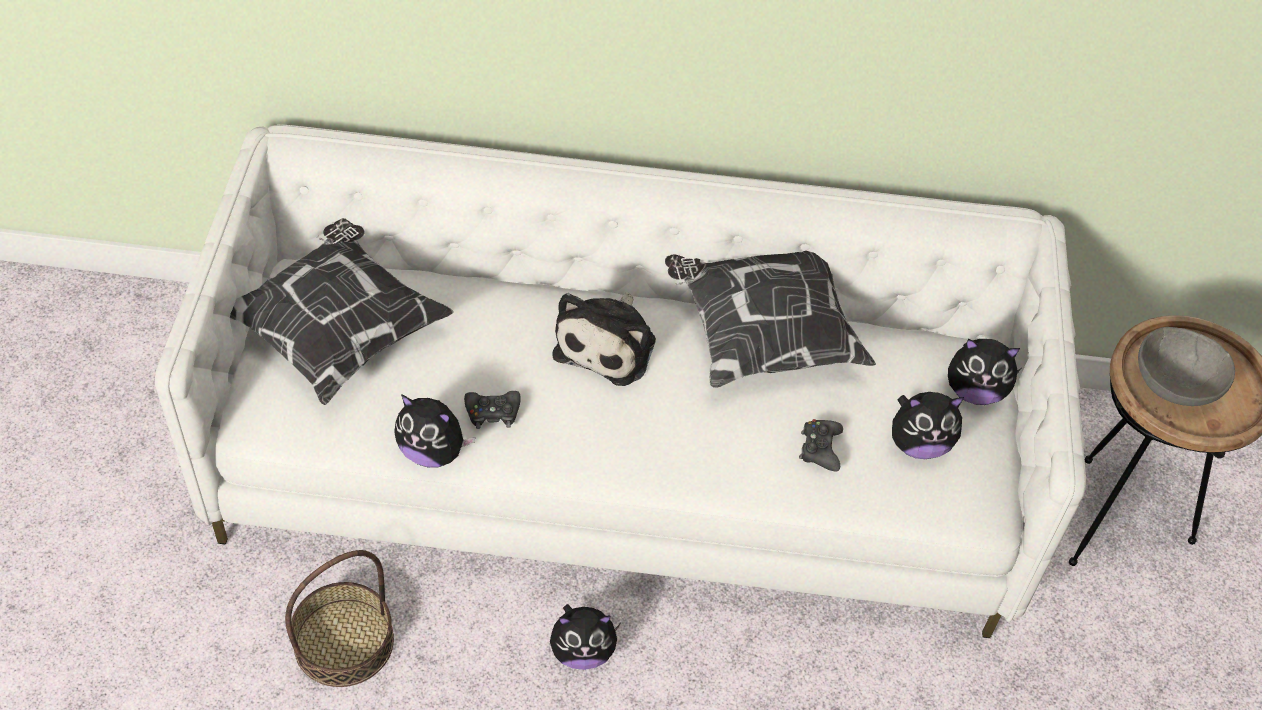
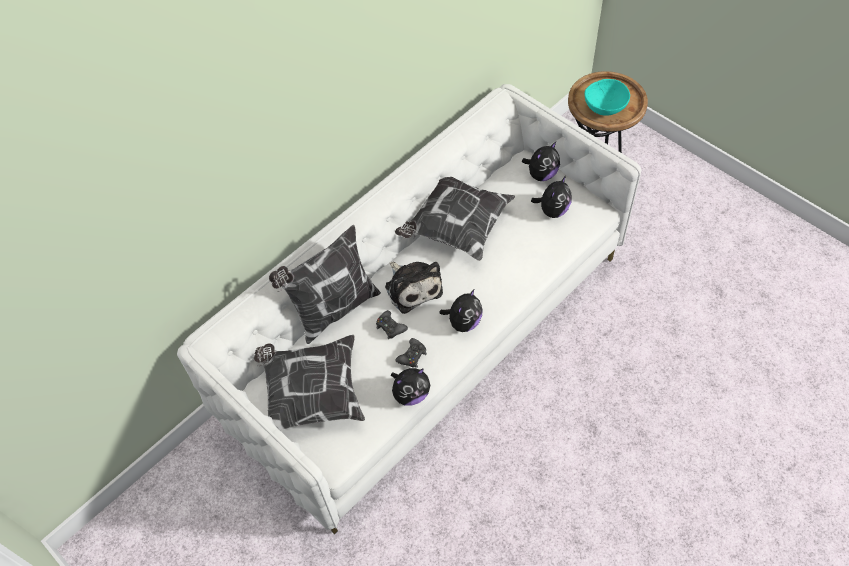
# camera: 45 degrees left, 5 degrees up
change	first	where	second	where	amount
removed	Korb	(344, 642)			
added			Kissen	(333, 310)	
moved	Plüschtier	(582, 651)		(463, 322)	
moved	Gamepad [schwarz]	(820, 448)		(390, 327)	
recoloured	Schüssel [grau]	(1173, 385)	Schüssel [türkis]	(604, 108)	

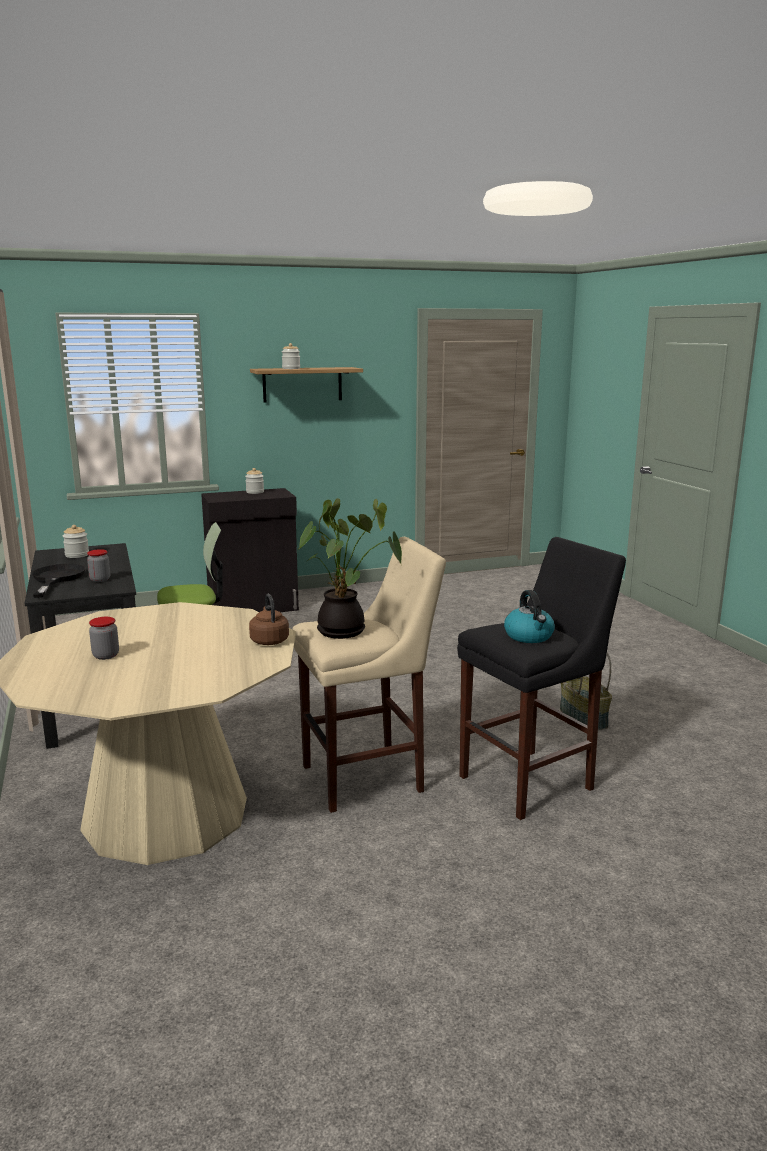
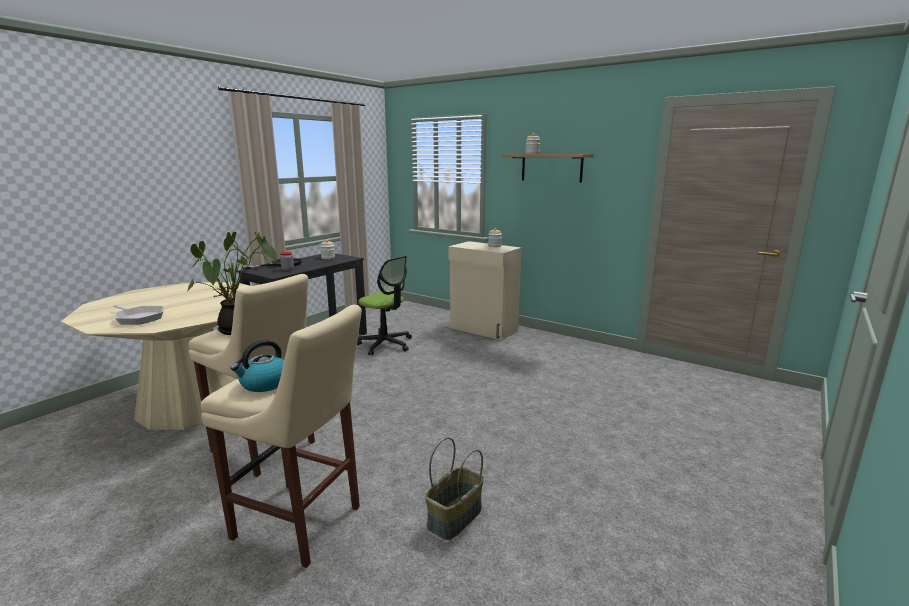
# camera: 55 degrees right, 0 degrees up
change	first	where	second	where	amount
removed	Vorratsglas	(106, 655)			
removed	Wasserkessel [braun]	(269, 640)			
added			Pfanne	(139, 318)	
recoloured	Schrank [schwarz]	(254, 608)	Schrank [beige]	(483, 329)	
recoloured	Hocker [schwarz]	(531, 781)	Hocker [beige]	(302, 524)	

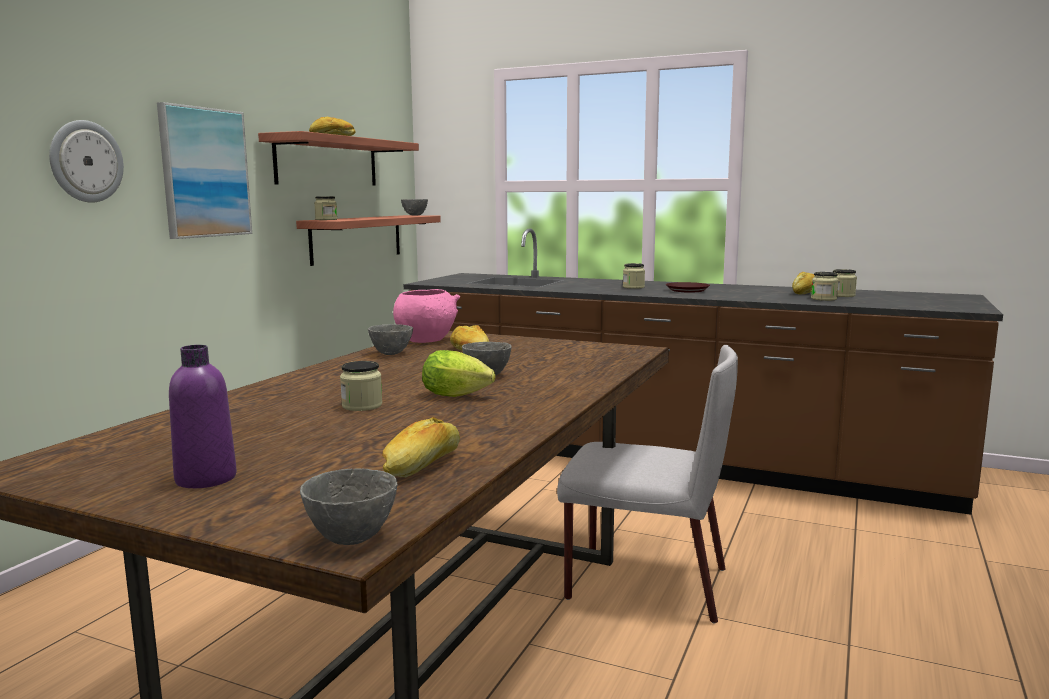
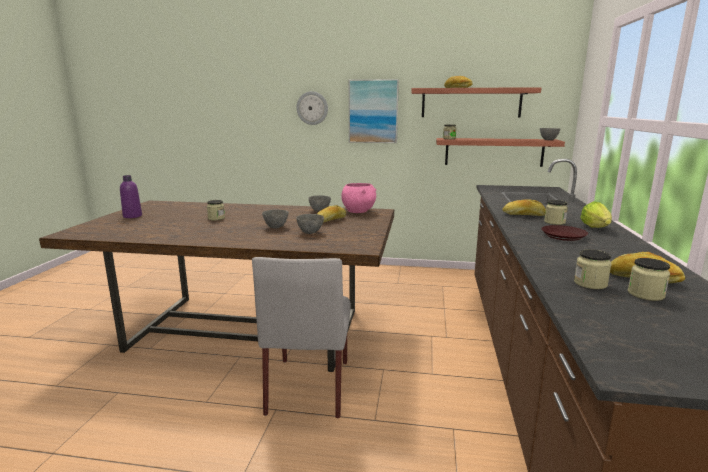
# camera: 75 degrees right, 5 degrees up
change	first	where	second	where	amount
moved	Schüssel [grau]	(350, 537)		(310, 232)	
moved	Brot	(422, 465)		(523, 215)	
moved	Salatkopf	(460, 396)		(596, 228)	

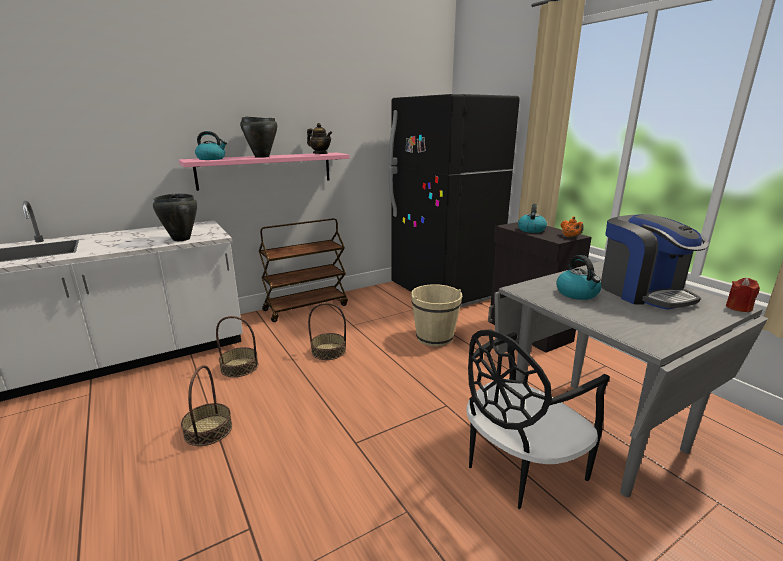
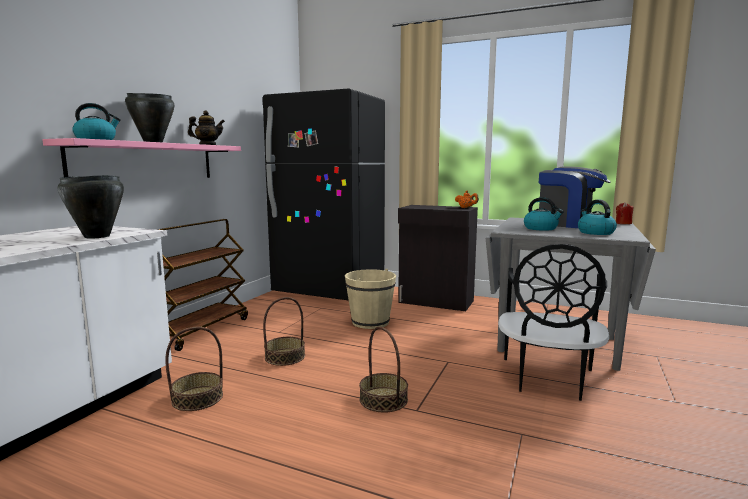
# camera: 35 degrees left, 10 degrees down
change	first	where	second	where	amount
moved	Korb	(208, 430)		(383, 399)	
moved	Wasserkessel	(531, 230)		(595, 232)	

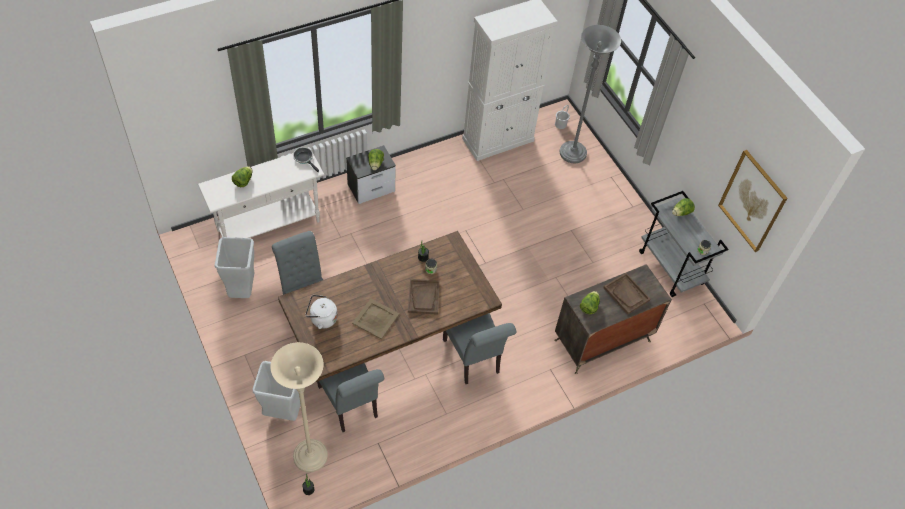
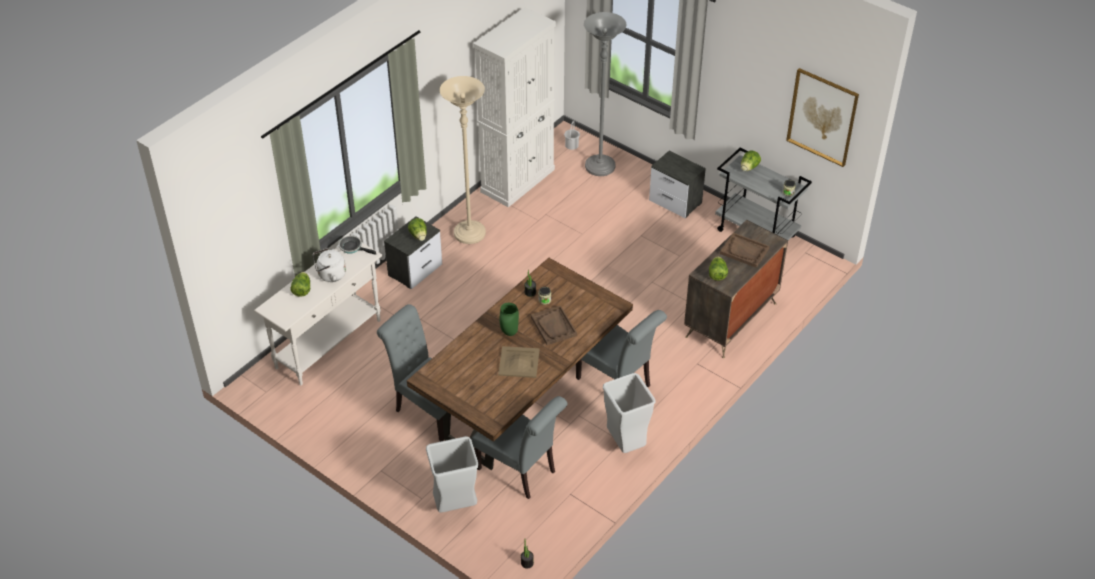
# camera: 20 degrees left, 10 degrees down
change	first	where	second	where	amount
added			Vase [grün]	(510, 333)	
added			Nachttisch	(676, 202)	
moved	Mülleimer [grau]	(242, 290)		(625, 444)	
moved	Stehlampe [beige]	(310, 456)		(469, 234)	
moved	Wasserkessel [weiß]	(322, 319)		(330, 275)	

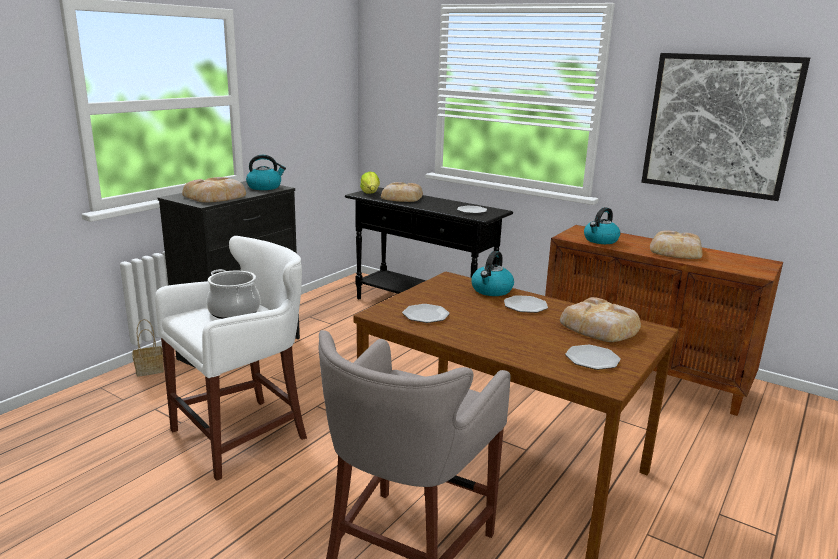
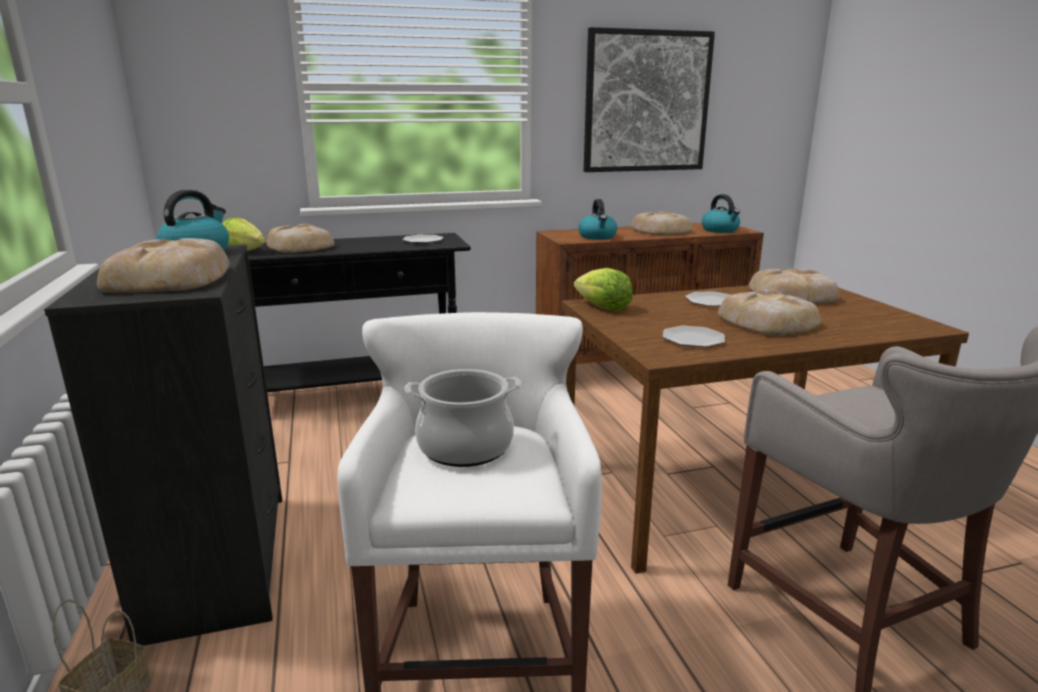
# camera: 50 degrees left, 0 degrees up
change	first	where	second	where	amount
removed	Teller	(592, 359)			
added			Salatkopf	(602, 307)	
added			Brot	(768, 322)	
moved	Wasserkessel	(491, 290)		(720, 230)	

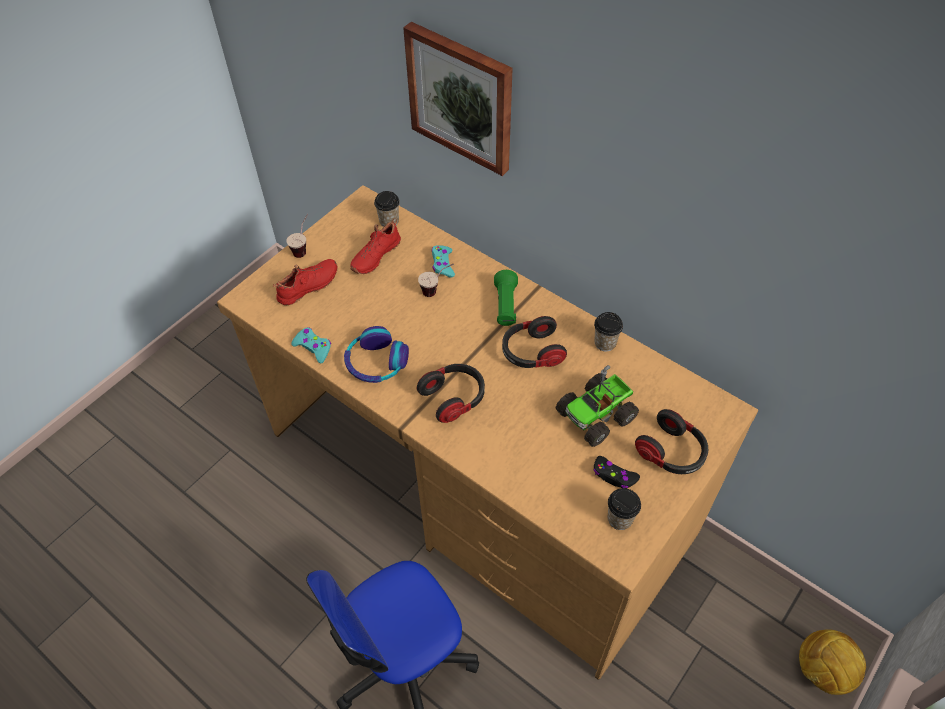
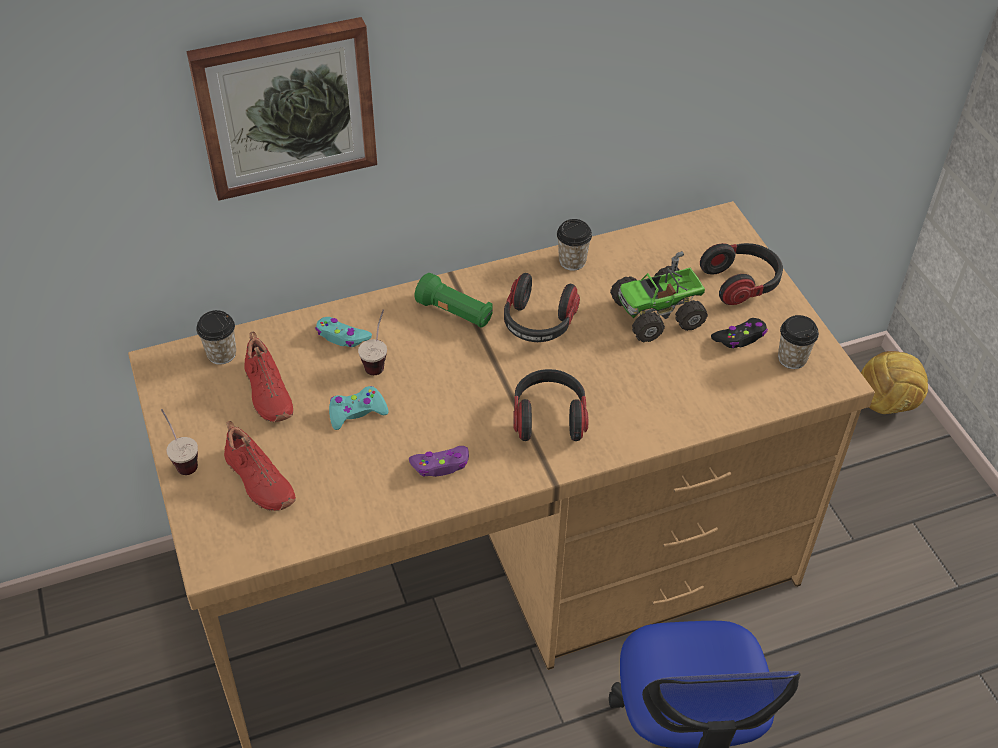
# camera: 60 degrees left, 5 degrees down
change	first	where	second	where	amount
moved	Gamepad [türkis]	(313, 347)		(356, 412)	
replaced	Kopfhörer	(376, 363)	Gamepad [lila]	(441, 465)	
turned	Schuh [rot]	(309, 287)		(258, 481)	150 degrees clockwise
turned	Spielzeuglaster	(597, 415)		(658, 313)	75 degrees clockwise

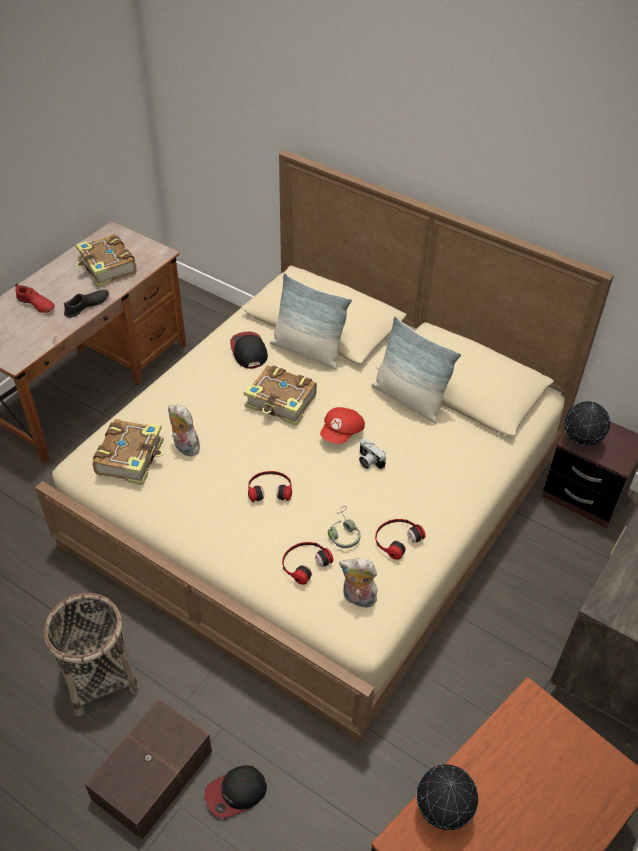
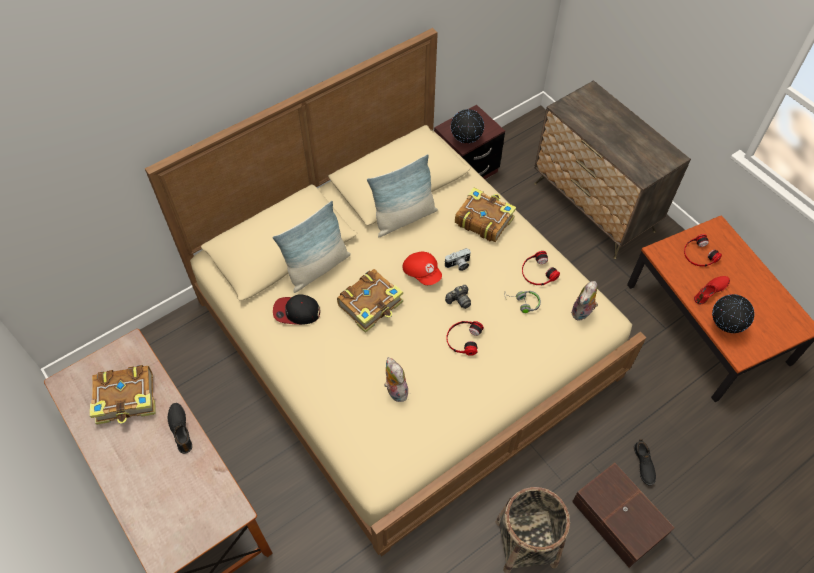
# camera: 70 degrees left, 10 degrees up
change	first	where	second	where	amount
added			Kamera	(459, 300)	
moved	Schuh [rot]	(36, 304)		(711, 291)	
moved	Buch	(131, 457)		(483, 220)	
moved	Kopfhörer	(304, 563)		(699, 254)	
replaced	Kappe	(236, 793)	Schuh [schwarz]	(643, 464)	
turned	Plüschtier	(184, 447)		(395, 390)	90 degrees clockwise

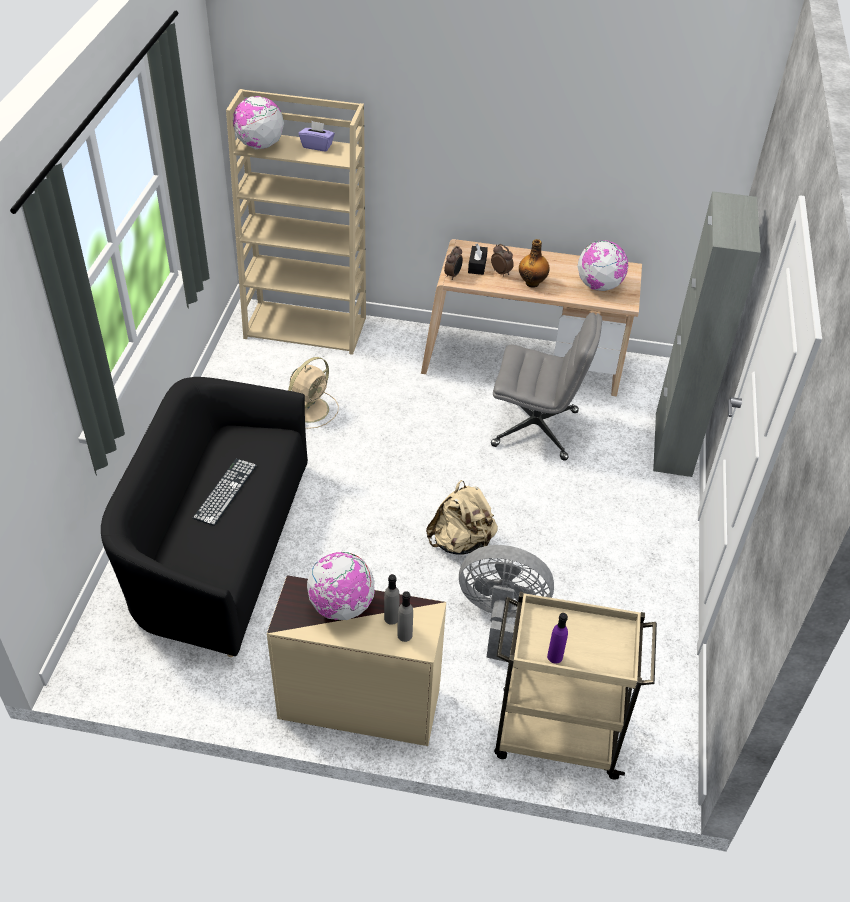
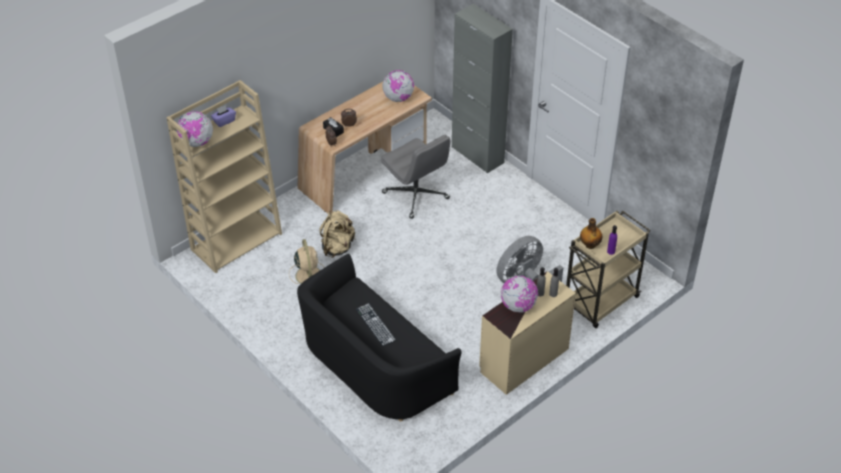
# camera: 50 degrees left, 0 degrees up
change	first	where	second	where	amount
moved	Rucksack [beige]	(461, 542)		(337, 247)	
moved	Flasche	(532, 283)		(590, 245)	
turned	Bürostuhl [grau]	(536, 428)		(416, 196)	90 degrees clockwise

